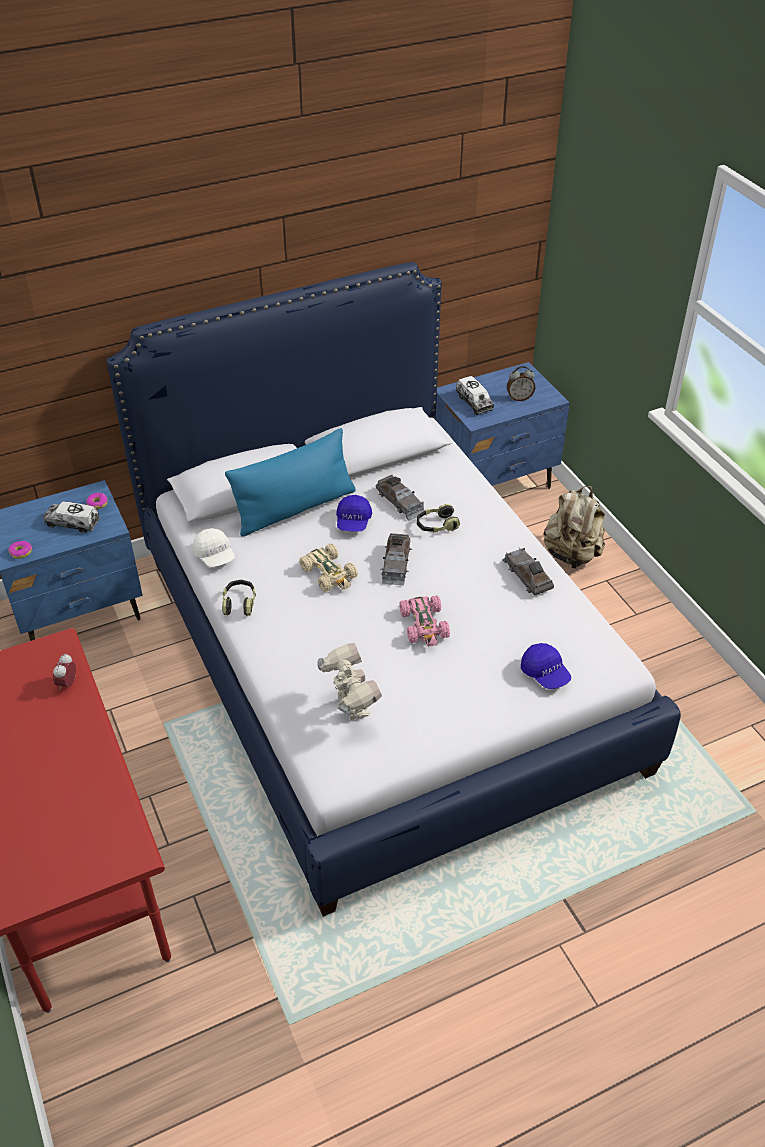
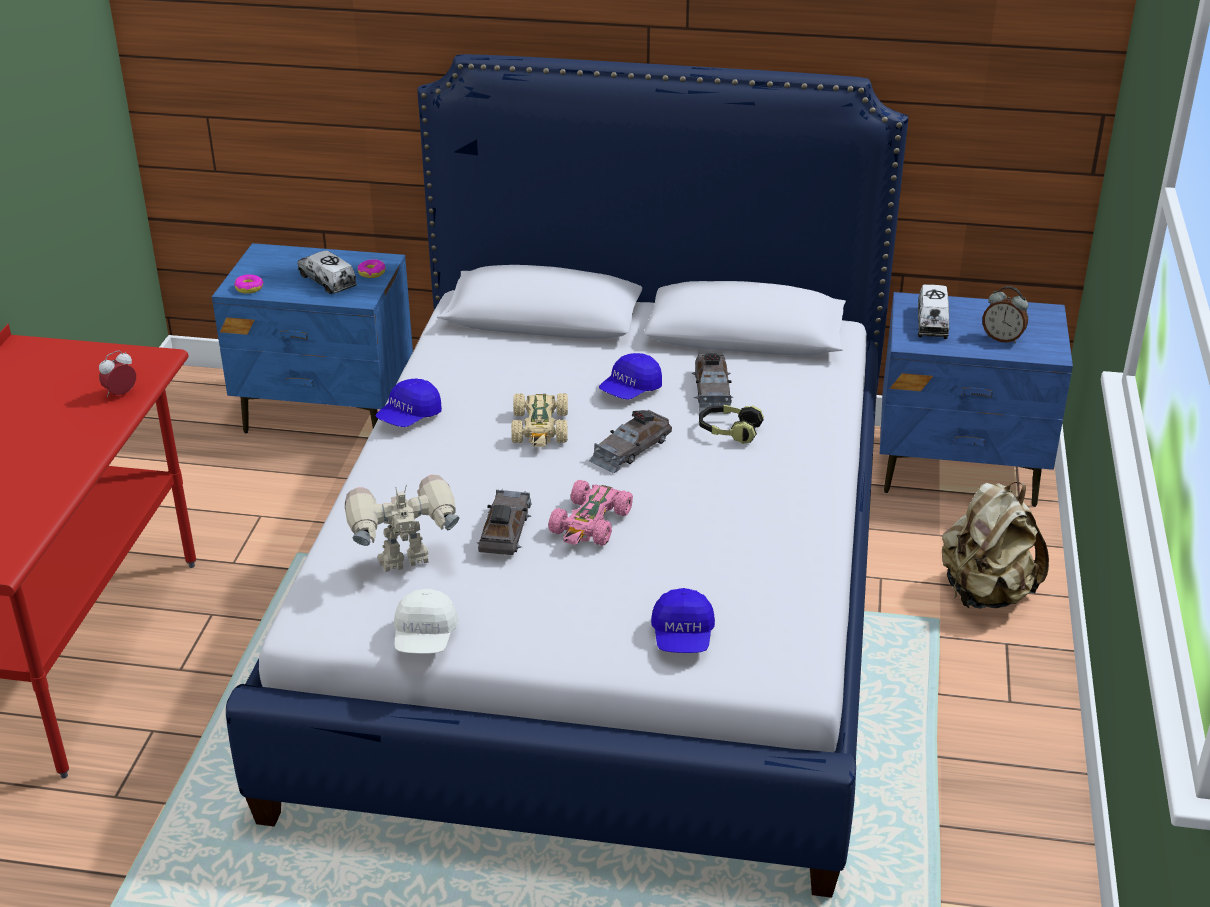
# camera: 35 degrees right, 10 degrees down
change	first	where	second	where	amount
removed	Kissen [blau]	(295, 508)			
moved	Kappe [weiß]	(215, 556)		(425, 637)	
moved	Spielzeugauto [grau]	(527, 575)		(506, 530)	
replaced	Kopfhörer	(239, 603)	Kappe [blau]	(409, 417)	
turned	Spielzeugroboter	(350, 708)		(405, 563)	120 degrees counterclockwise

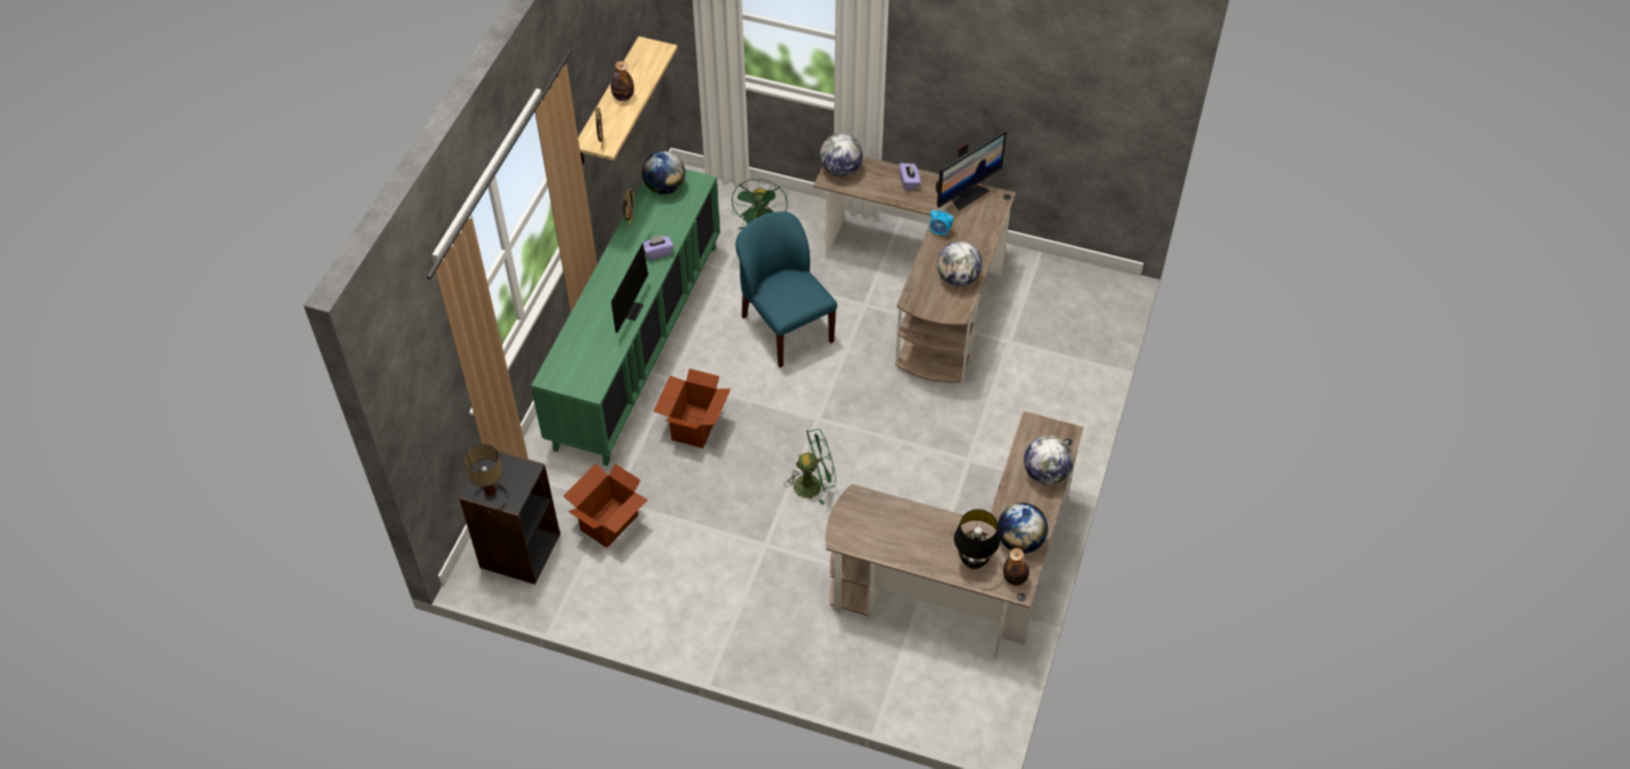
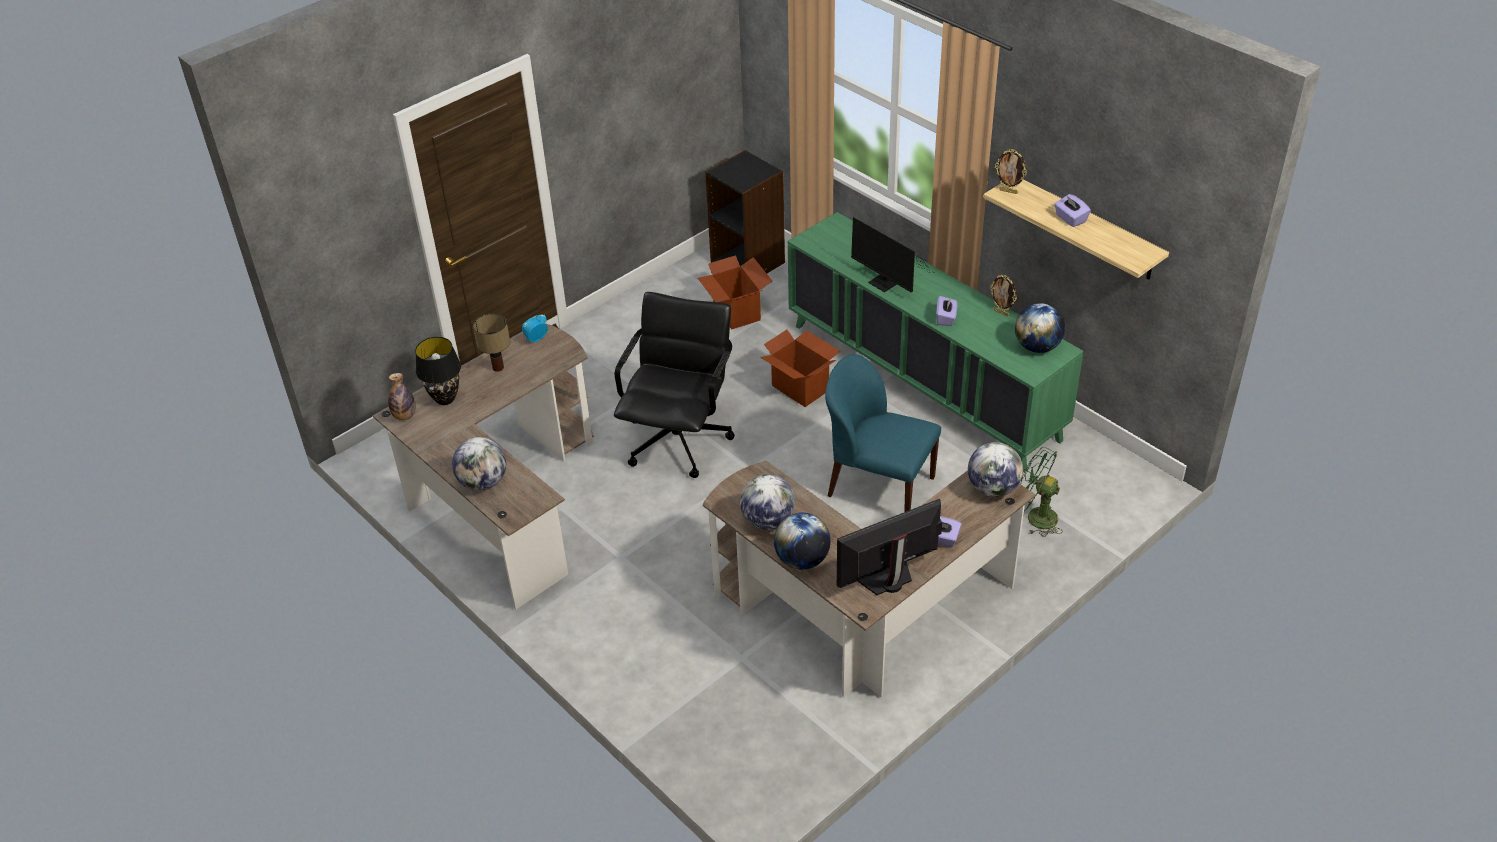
# camera: 120 degrees right, 10 degrees down
change	first	where	second	where	amount
moved	Tischlampe	(490, 491)		(497, 367)	
moved	Wecker	(940, 231)		(536, 339)	
moved	Globus	(1020, 541)		(802, 560)	
replaced	Flasche	(623, 97)	Taschentuchbox [lila]	(1070, 219)	
replaced	Ventilator [grün]	(814, 484)	Bürostuhl [schwarz]	(679, 440)	
turned	Stuhl [blau]	(786, 328)		(878, 486)	150 degrees counterclockwise
turned	Monitor	(966, 194)		(889, 581)	75 degrees clockwise

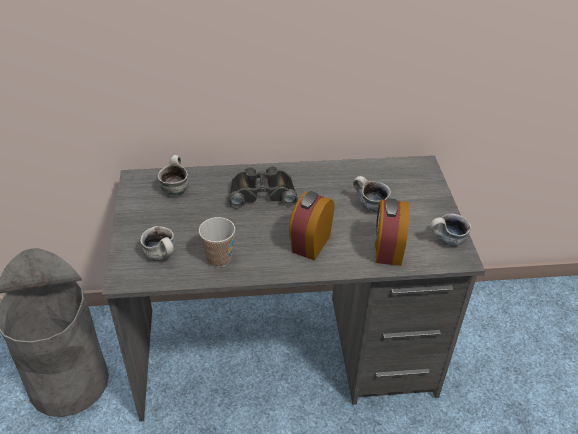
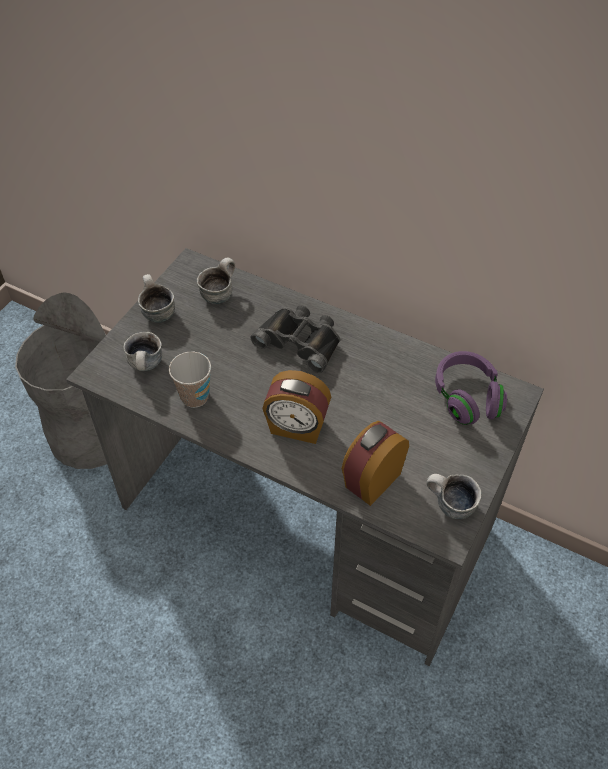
# camera: 35 degrees right, 10 degrees up
change	first	where	second	where	amount
added			Kopfhörer [lila]	(467, 397)	
moved	Henkelbecher	(369, 206)		(156, 312)	
turned	Wecker	(310, 244)		(297, 427)	135 degrees counterclockwise

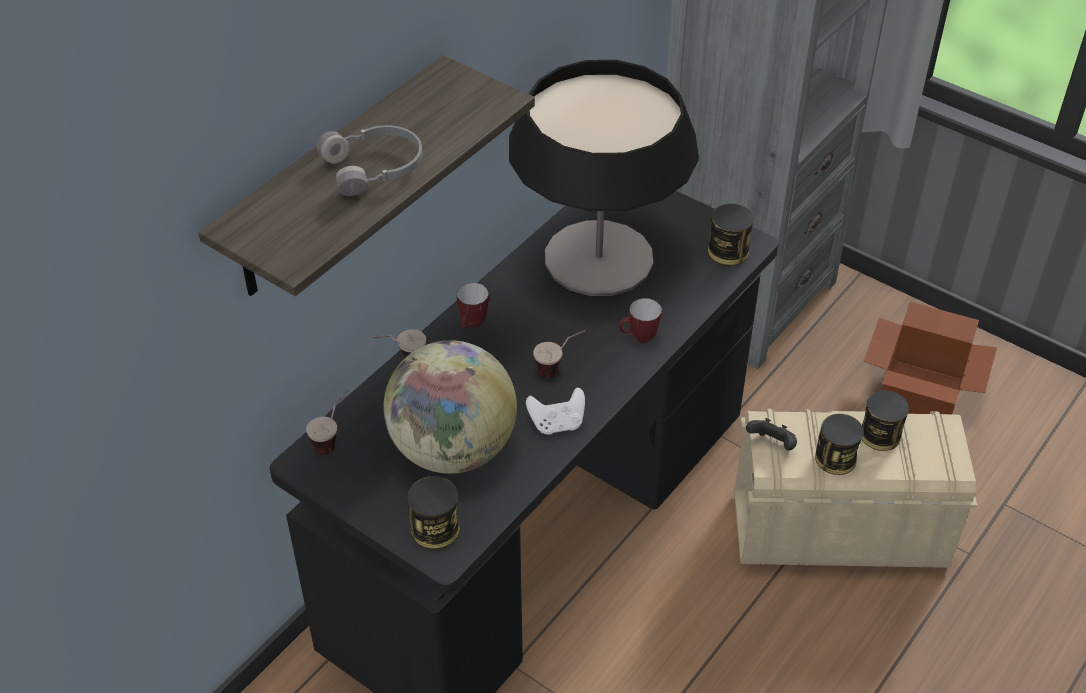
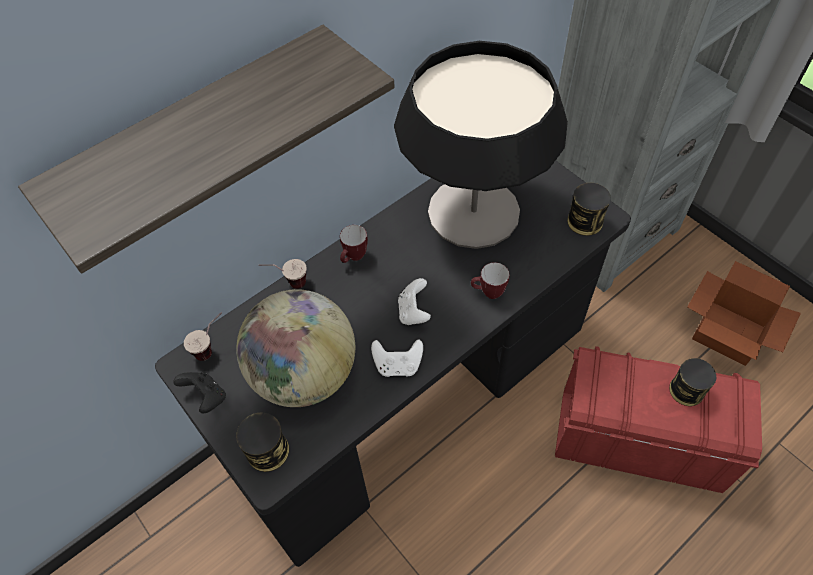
# camera: 15 degrees right, 10 degrees up
change	first	where	second	where	amount
removed	Kopfhörer [grau]	(375, 168)			
removed	Dose	(835, 458)			
moved	Gamepad [schwarz]	(772, 444)		(206, 397)	
replaced	Tasse	(559, 369)	Gamepad [weiß]	(413, 312)	
recoloured	Aufbewahrungsbox [beige]	(837, 530)	Aufbewahrungsbox [rot]	(637, 440)	

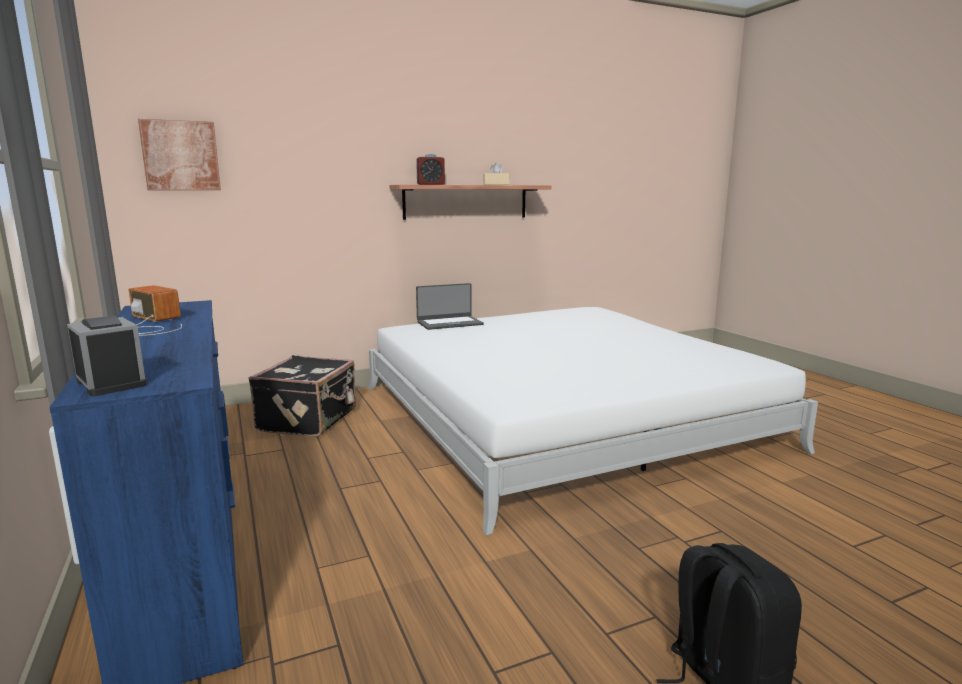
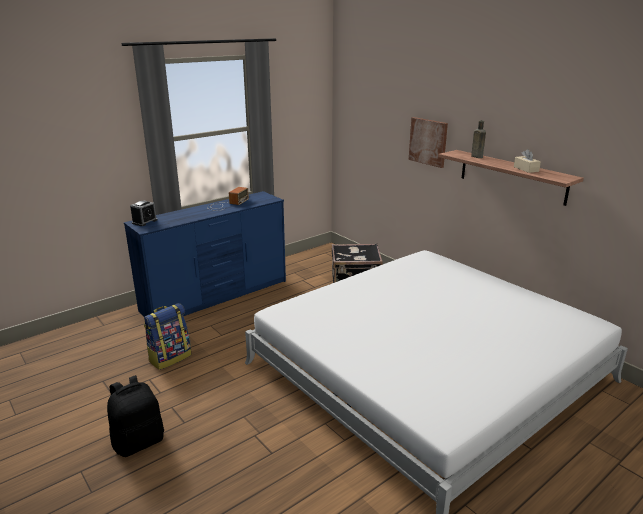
# camera: 75 degrees right, 10 degrees up
change	first	where	second	where	amount
removed	Laptop	(449, 323)			
added			Rucksack	(170, 357)	
moved	Bild	(181, 156)		(428, 142)	
replaced	Wecker	(430, 184)	Flasche [braun]	(476, 156)	

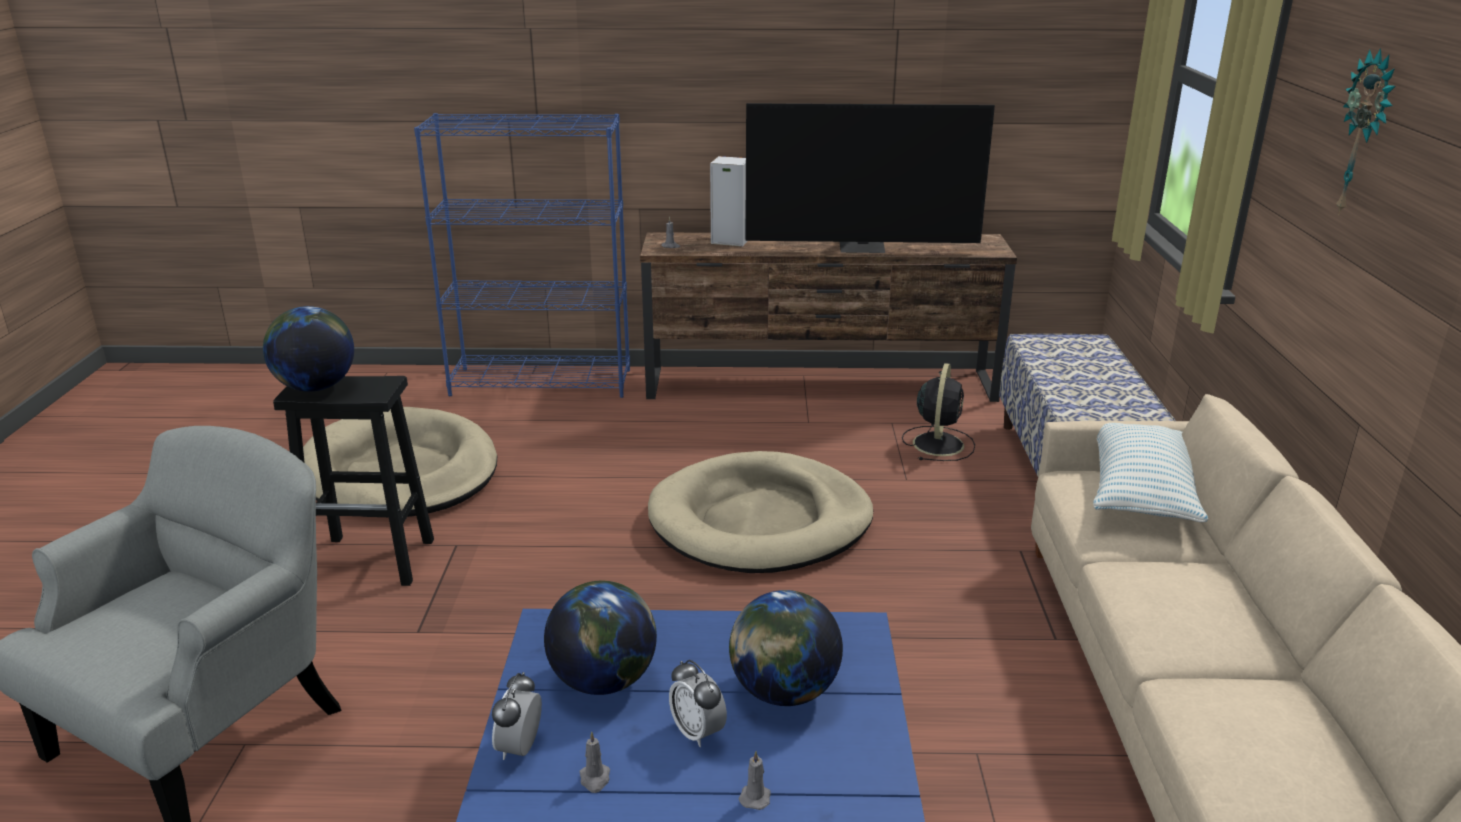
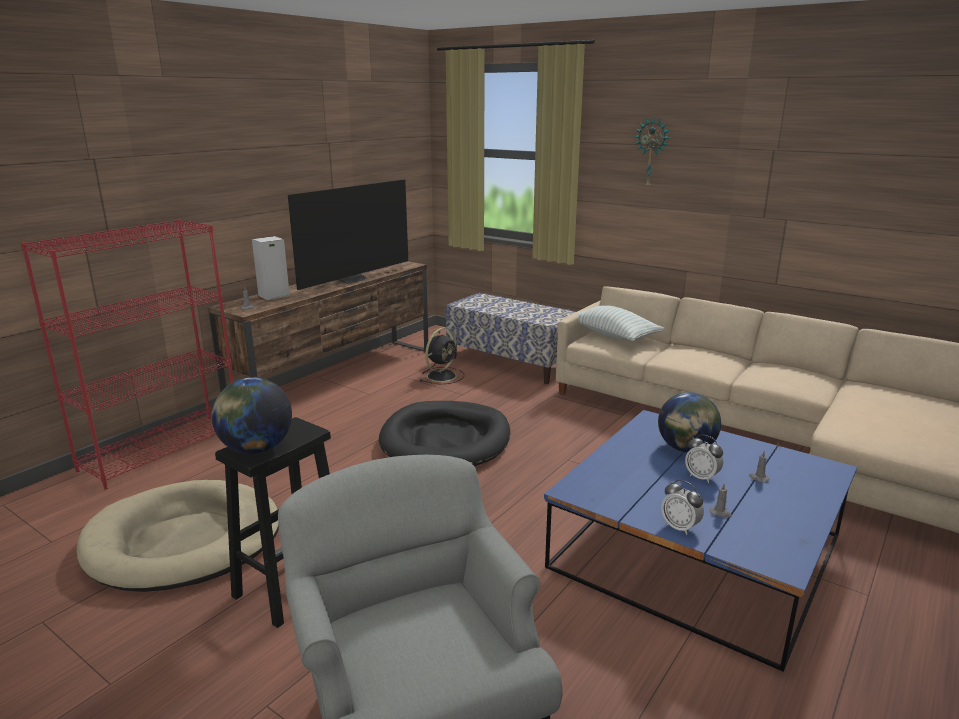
# camera: 55 degrees left, 5 degrees down
change	first	where	second	where	amount
removed	Globus	(604, 680)			
recoloured	Bücherregal [blau]	(542, 382)	Bücherregal [rot]	(163, 449)	
recoloured	Hundebett [beige]	(760, 521)	Hundebett [schwarz]	(446, 440)	
turned	Wecker	(697, 732)		(701, 477)	45 degrees clockwise
turned	Ventilator [schwarz]	(938, 443)		(442, 375)	75 degrees clockwise

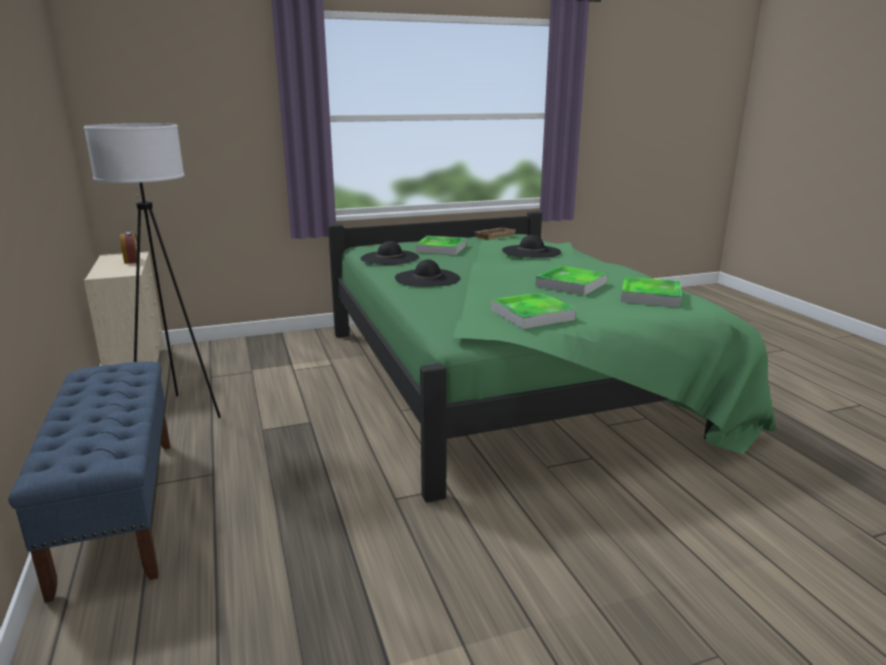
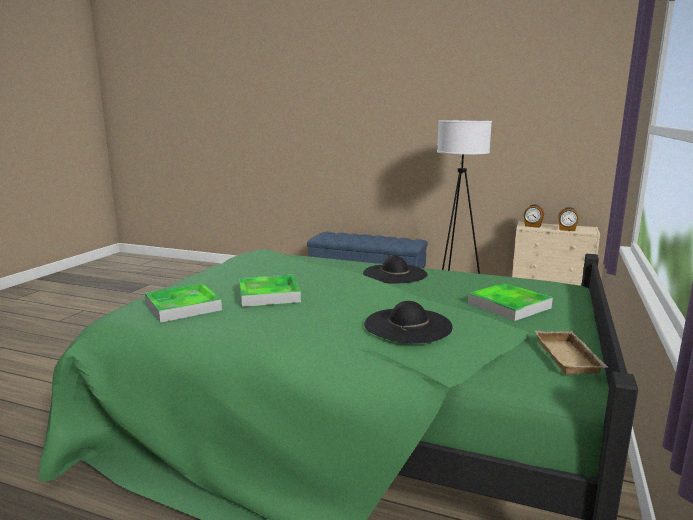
# camera: 130 degrees right, 5 degrees down
change	first	where	second	where	amount
removed	Hut [schwarz]	(389, 258)			
removed	Tablett	(532, 315)			
added			Wecker	(532, 226)	

